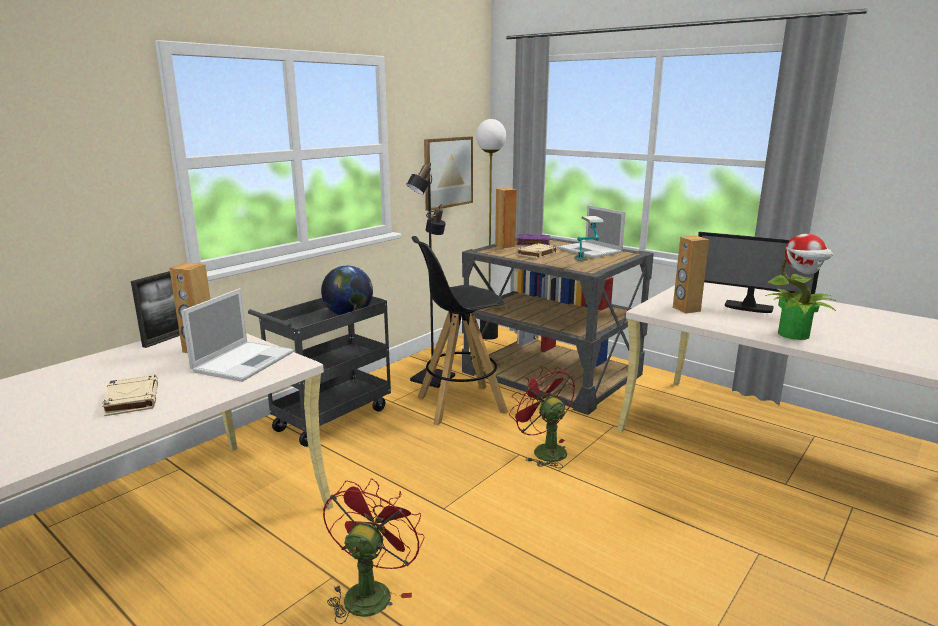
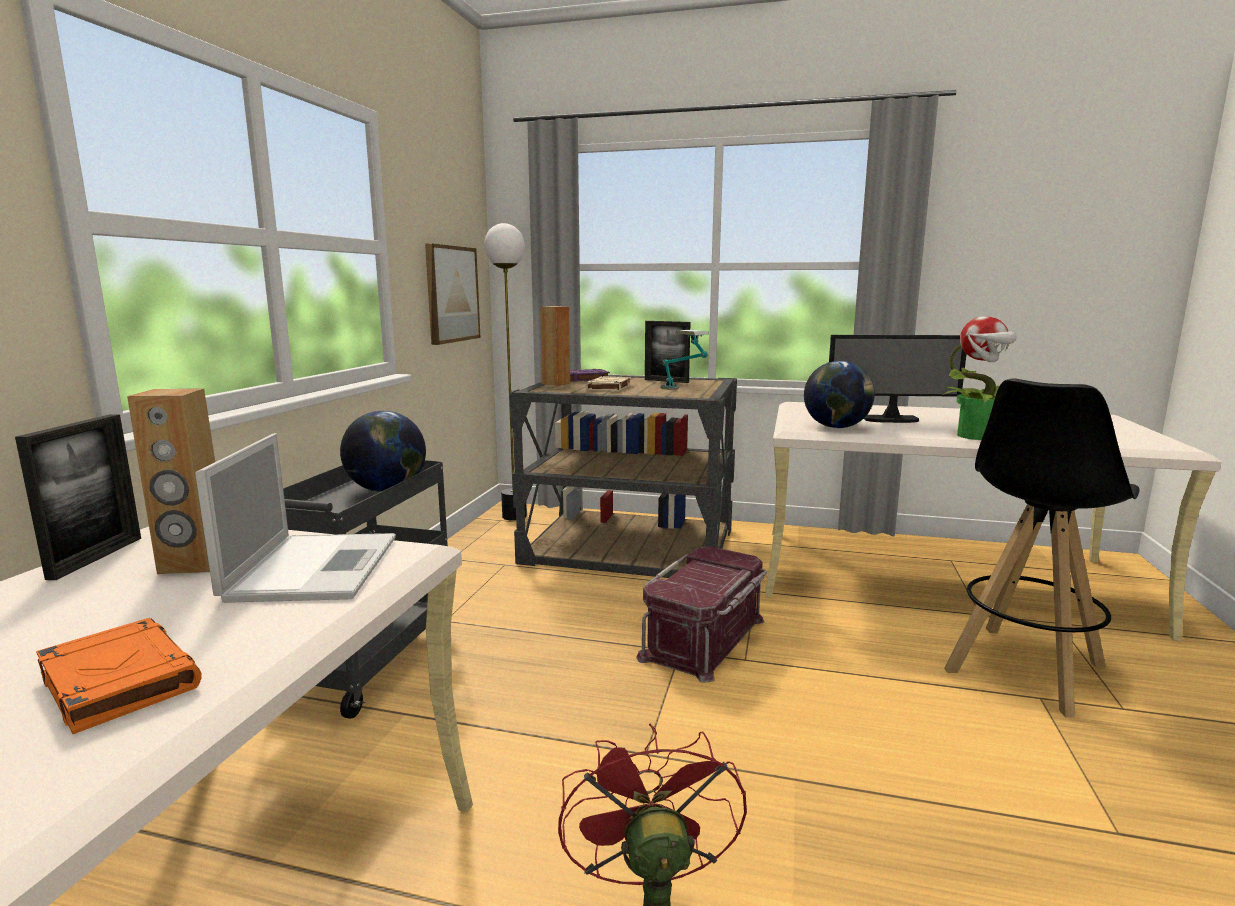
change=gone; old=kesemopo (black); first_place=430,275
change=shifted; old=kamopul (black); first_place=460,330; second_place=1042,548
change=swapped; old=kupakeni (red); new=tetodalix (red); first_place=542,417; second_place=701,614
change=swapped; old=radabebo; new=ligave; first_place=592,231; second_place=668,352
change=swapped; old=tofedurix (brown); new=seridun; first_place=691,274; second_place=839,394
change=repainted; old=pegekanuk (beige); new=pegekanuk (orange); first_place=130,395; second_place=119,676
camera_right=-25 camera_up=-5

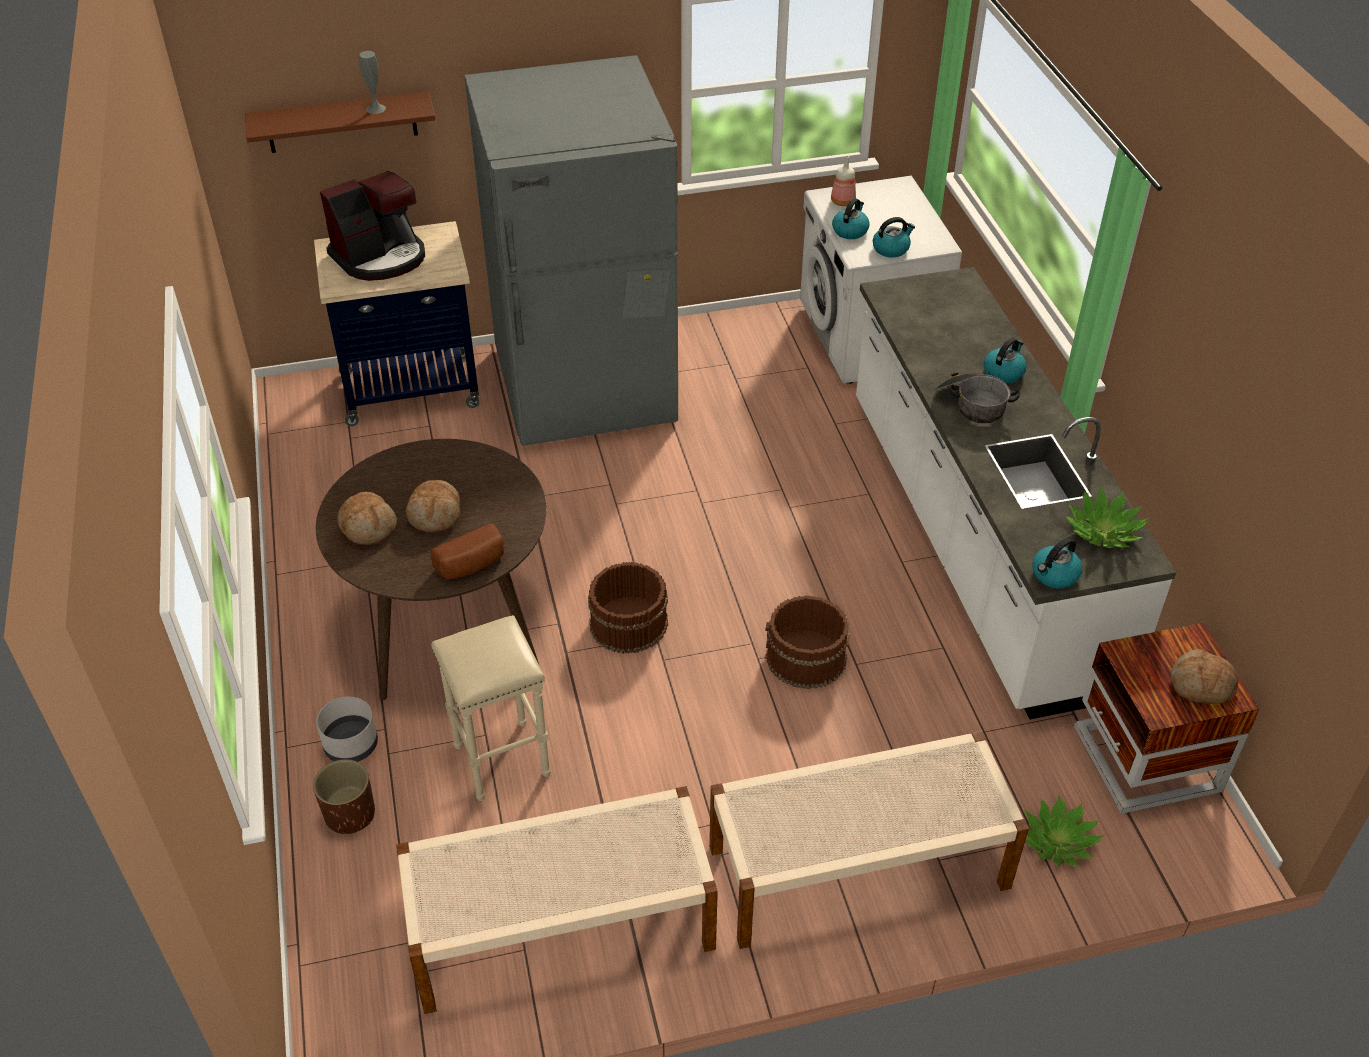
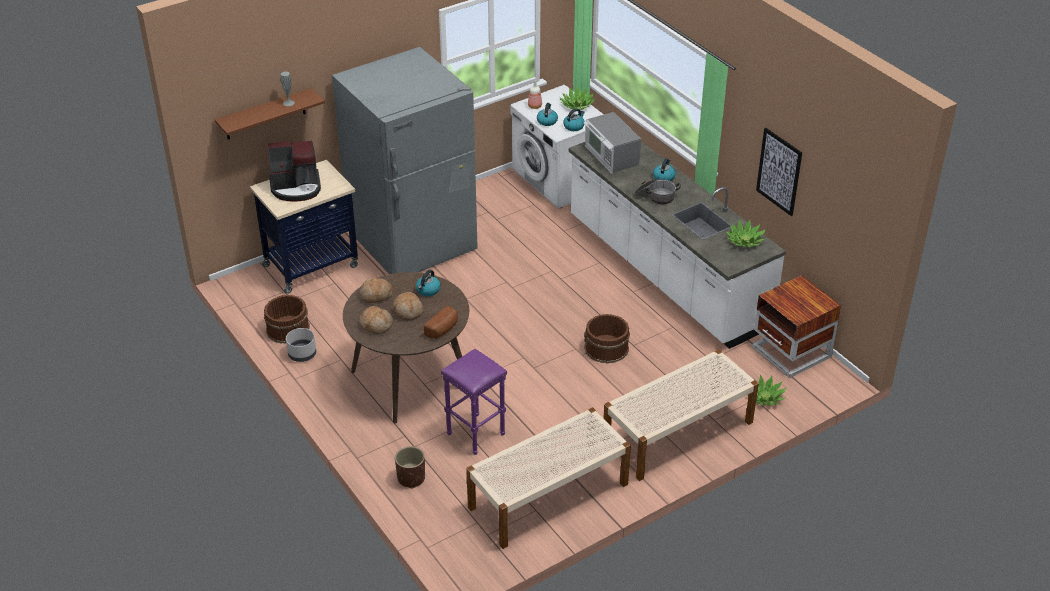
change=new; new=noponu; second_place=577,98
change=new; new=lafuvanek; second_place=612,143
change=new; new=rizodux; second_place=779,172
change=shifted; old=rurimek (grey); first_place=347,729; second_place=301,345
change=shifted; old=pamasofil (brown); first_place=628,608; second_place=287,319
change=shifted; old=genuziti; first_place=1057,563; second_place=428,283
change=shifted; old=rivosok; first_place=1205,676; second_place=376,290
change=repainted; old=kamopul (beige); new=kamopul (purple); first_place=491,708; second_place=474,402
change=rotated; old=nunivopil; first_place=372,226; second_place=294,171; degrees=45
camera_right=-20 camera_up=-5

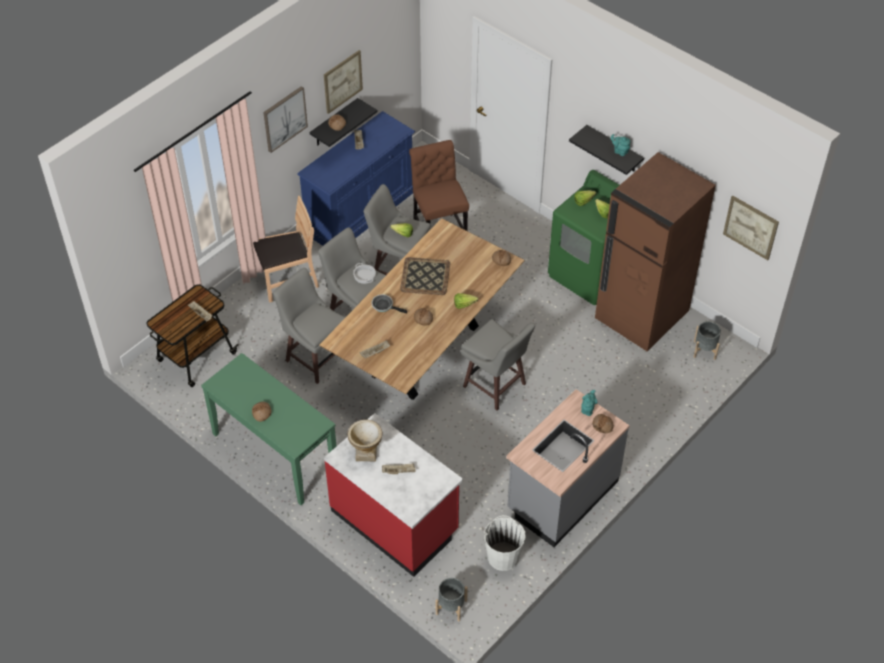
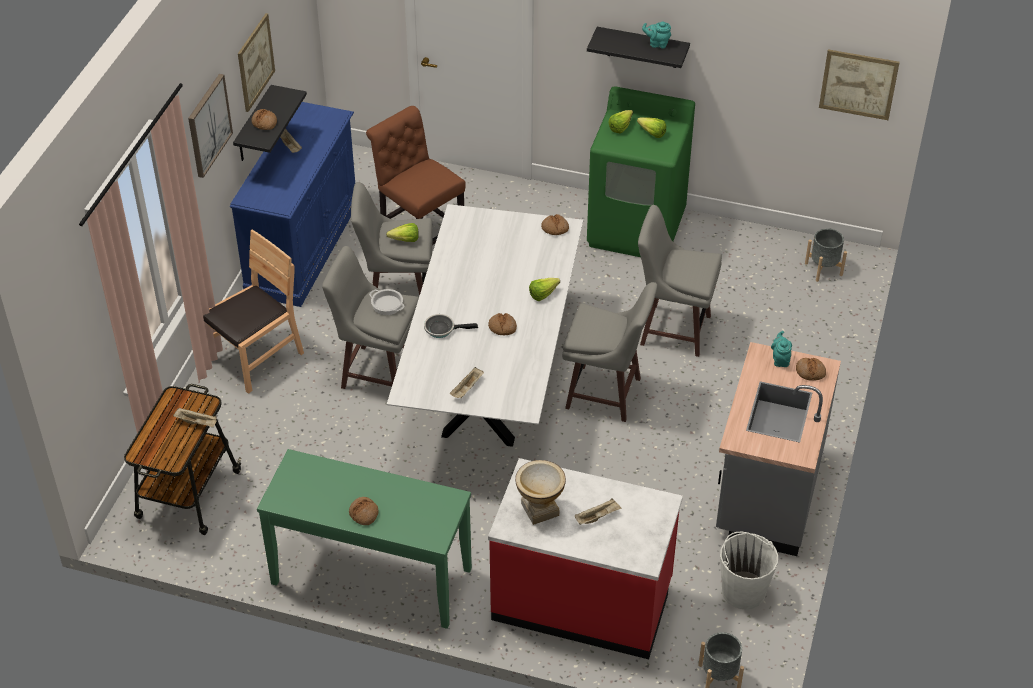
change=gone; old=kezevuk; first_place=425,276
change=gone; old=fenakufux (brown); first_place=655,251
change=shifted; old=kamopul (grey); first_place=309,326; second_place=680,281
change=repainted; old=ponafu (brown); new=ponafu (white); first_place=422,309; second_place=485,325
camera_right=-25 camera_up=-5

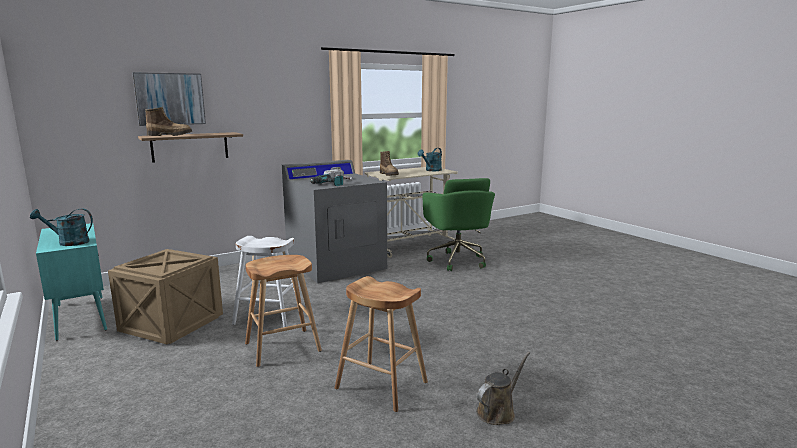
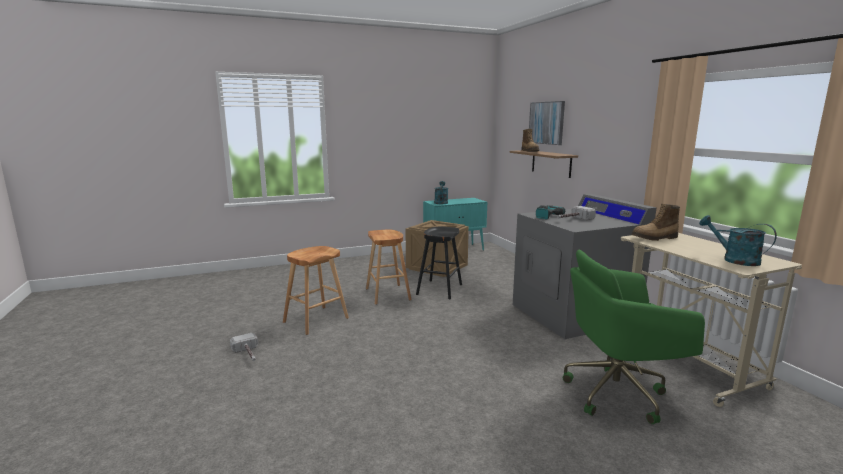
change=swapped; old=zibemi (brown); new=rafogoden; first_place=503,388; second_place=244,347
change=repainted; old=kamopul (white); new=kamopul (black); first_place=263,281; second_place=439,263
camera_right=100 camera_up=0

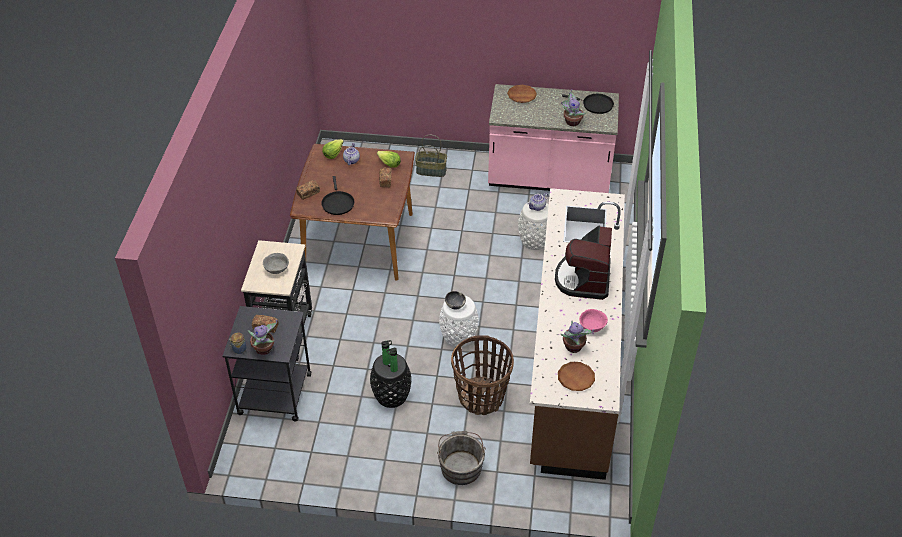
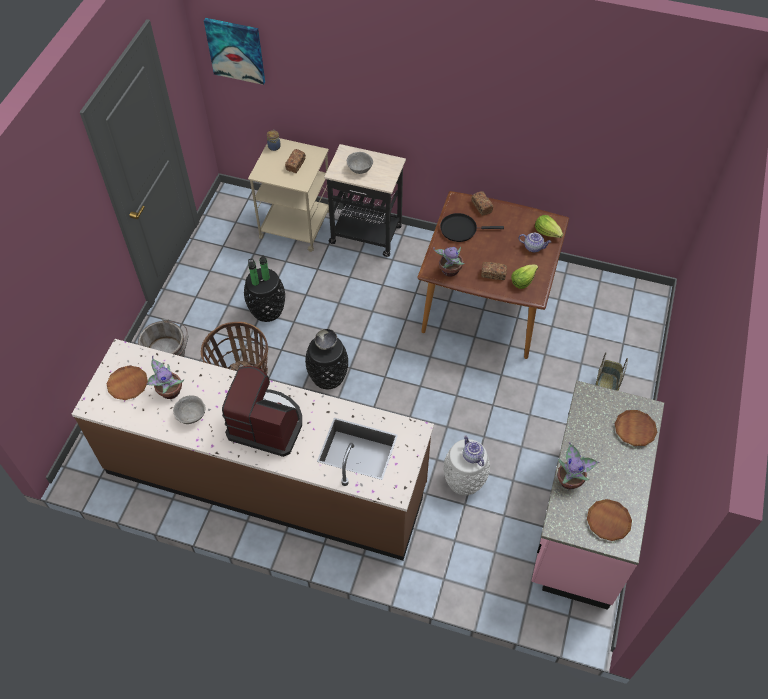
change=new; new=rizodux; second_place=234,51
change=shifted; old=noponu; first_place=262,337; second_place=449,262
change=swapped; old=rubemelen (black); new=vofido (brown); first_place=588,104; second_place=609,520
change=repainted; old=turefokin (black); new=turefokin (beige); first_place=267,364; second_place=288,195
change=repainted; old=kamopul (white); new=kamopul (black); first_place=459,322; second_place=326,363
change=repainted; old=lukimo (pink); new=lukimo (grey); first_place=593,320; second_place=189,409
camera_right=100 camera_up=10

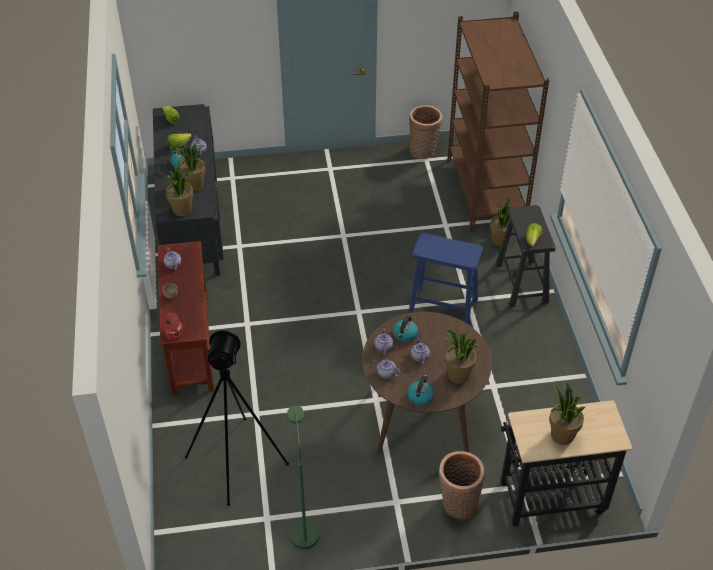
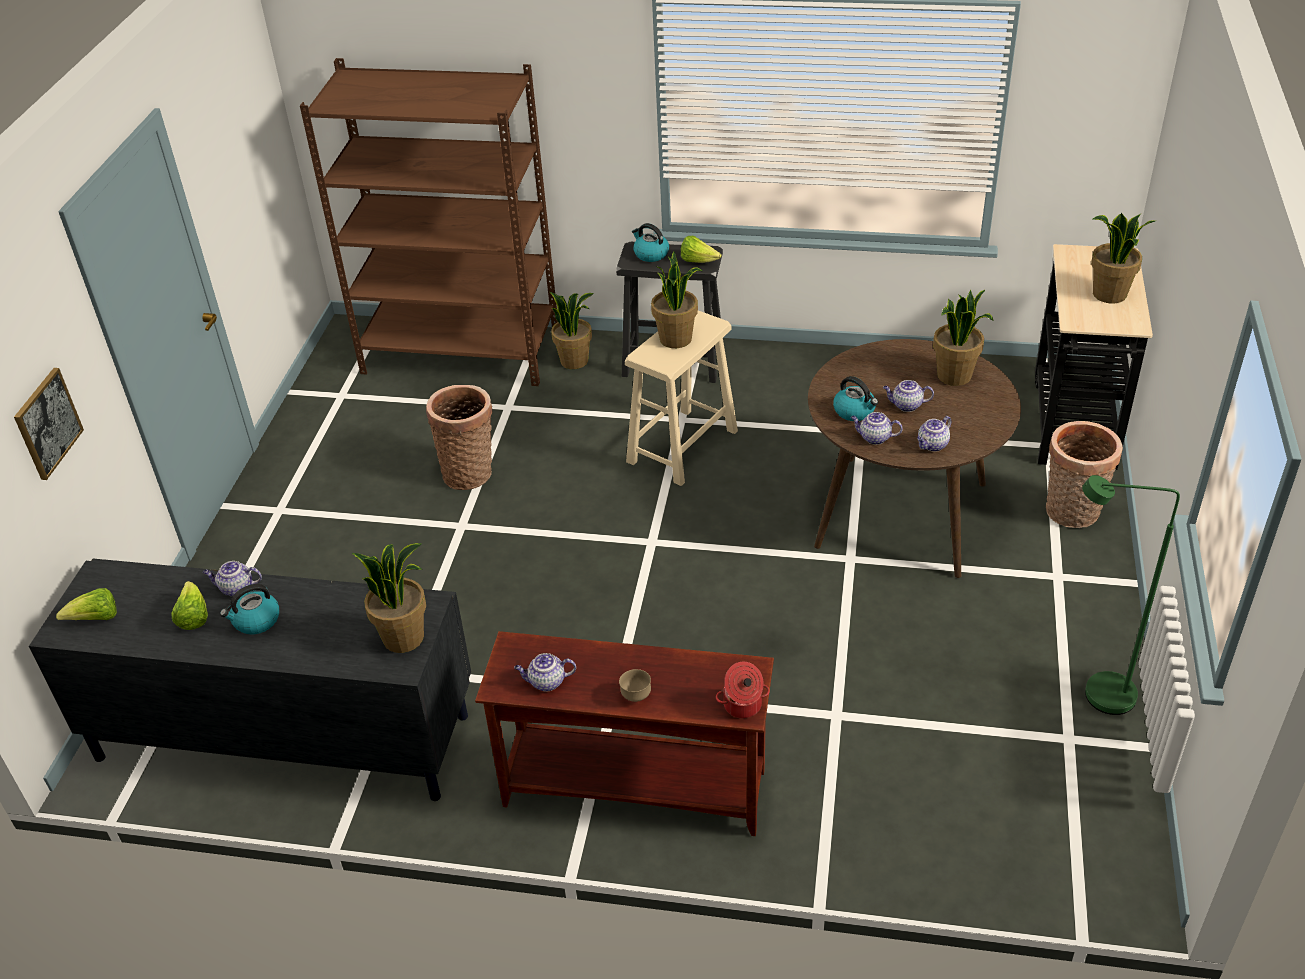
change=gone; old=kesemopo (black); first_place=237,418
change=new; new=rizodux; second_place=49,424
change=shifted; old=noponu; first_place=188,167; second_place=676,300
change=shifted; old=genuziti; first_place=420,390; second_place=650,242
change=shifted; old=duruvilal; first_place=425,132; second_place=459,437
change=repainted; old=kamopul (blue); new=kamopul (beige); first_place=446,279; second_place=681,398
camera_right=-70 camera_up=-5

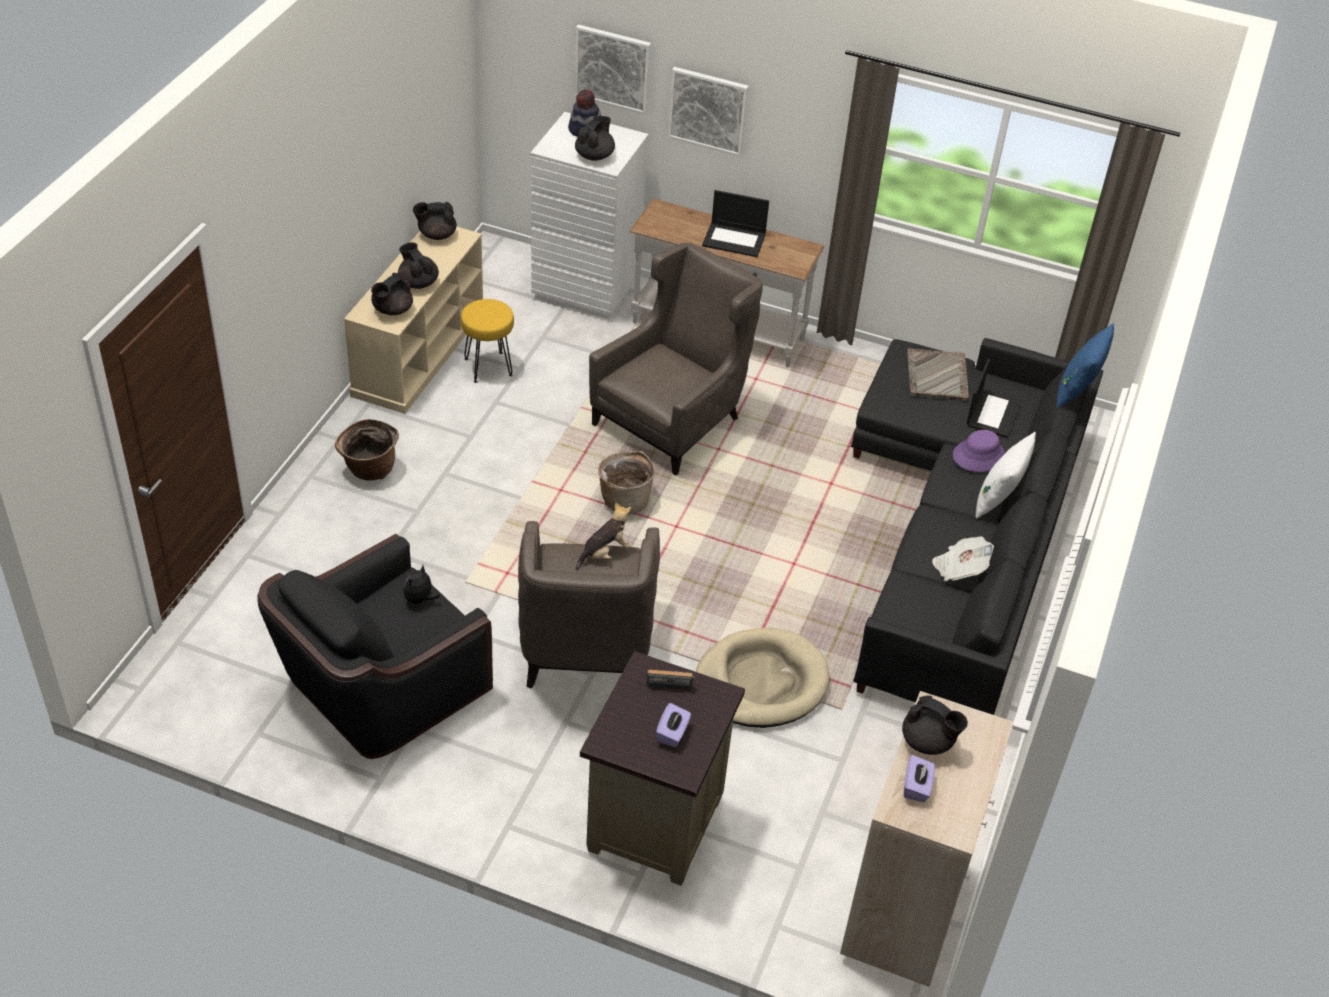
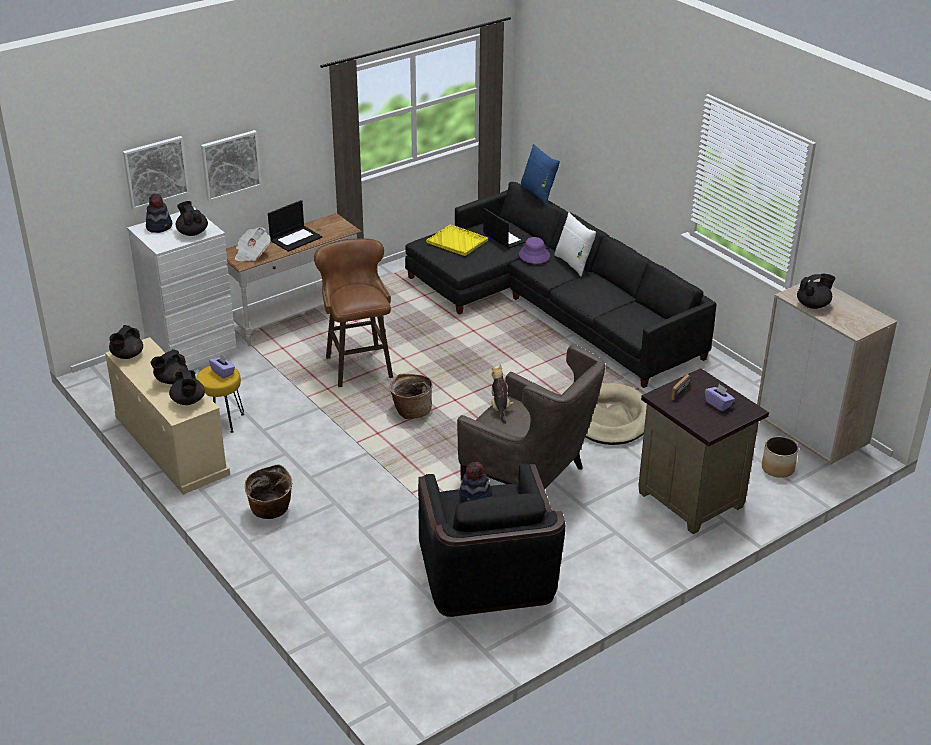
change=new; new=rurimek; second_place=780,457
change=shifted; old=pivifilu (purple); first_place=919,778; second_place=222,366
change=shifted; old=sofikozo; first_place=963,558; second_place=253,244
change=swapped; old=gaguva; new=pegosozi; first_place=421,585; second_place=475,482
change=swapped; old=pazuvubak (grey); new=kamopul (brown); first_place=676,359; second_place=353,312
change=repainted; old=kezevuk (grey); new=kezevuk (yellow); first_place=938,374; second_place=457,240
change=rotated; old=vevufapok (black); first_place=418,265; second_place=169,366; degrees=-45
camera_right=-55 camera_up=-10

